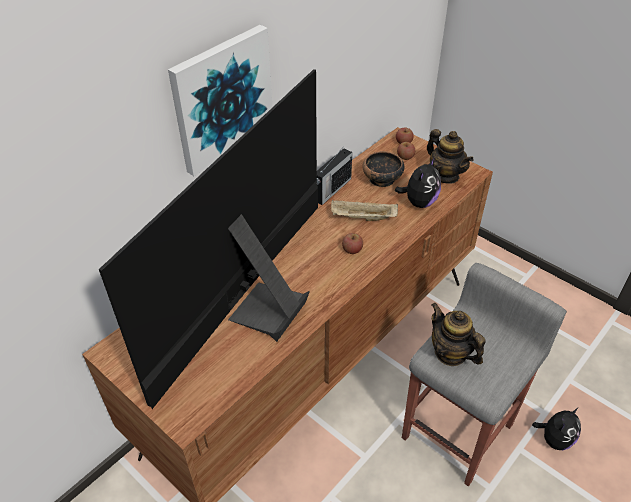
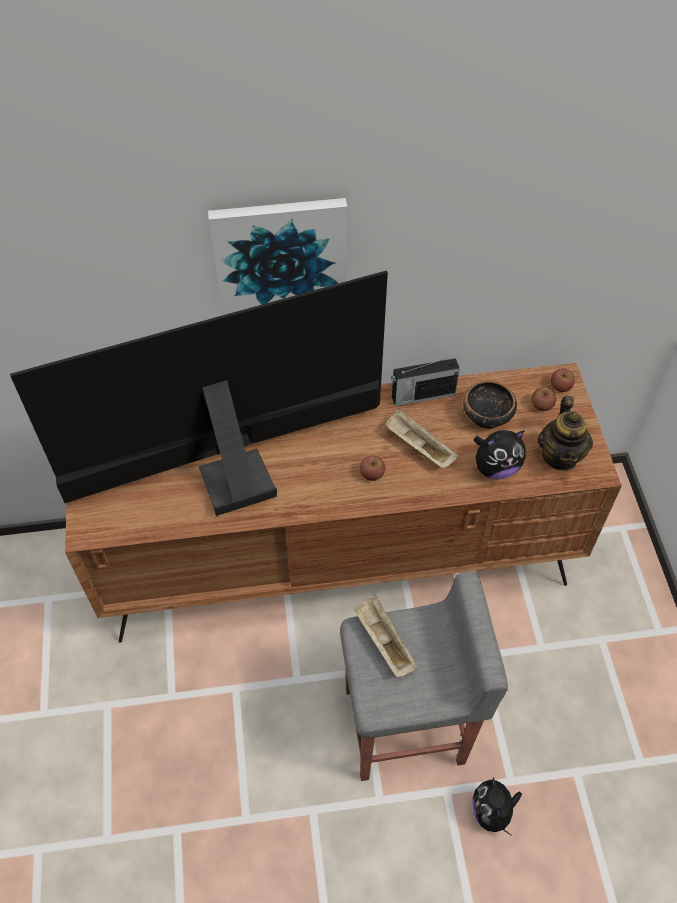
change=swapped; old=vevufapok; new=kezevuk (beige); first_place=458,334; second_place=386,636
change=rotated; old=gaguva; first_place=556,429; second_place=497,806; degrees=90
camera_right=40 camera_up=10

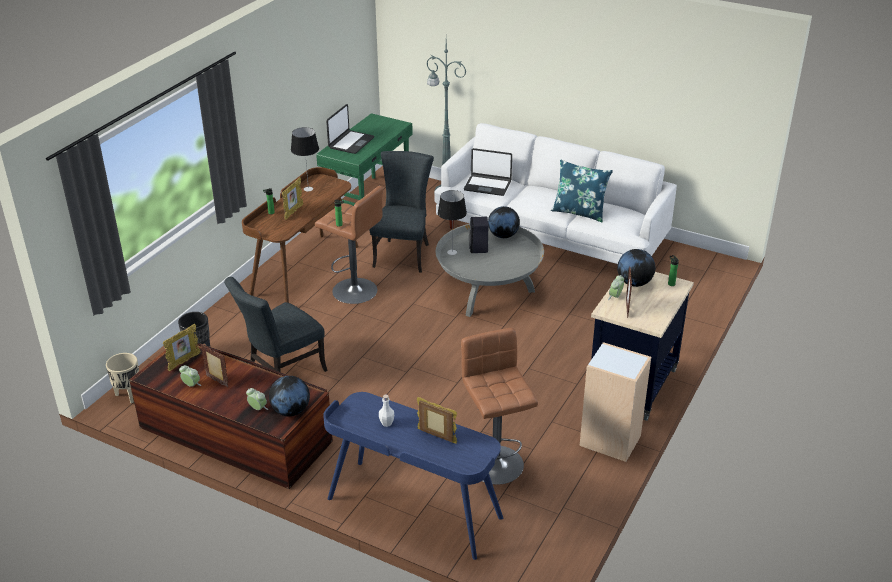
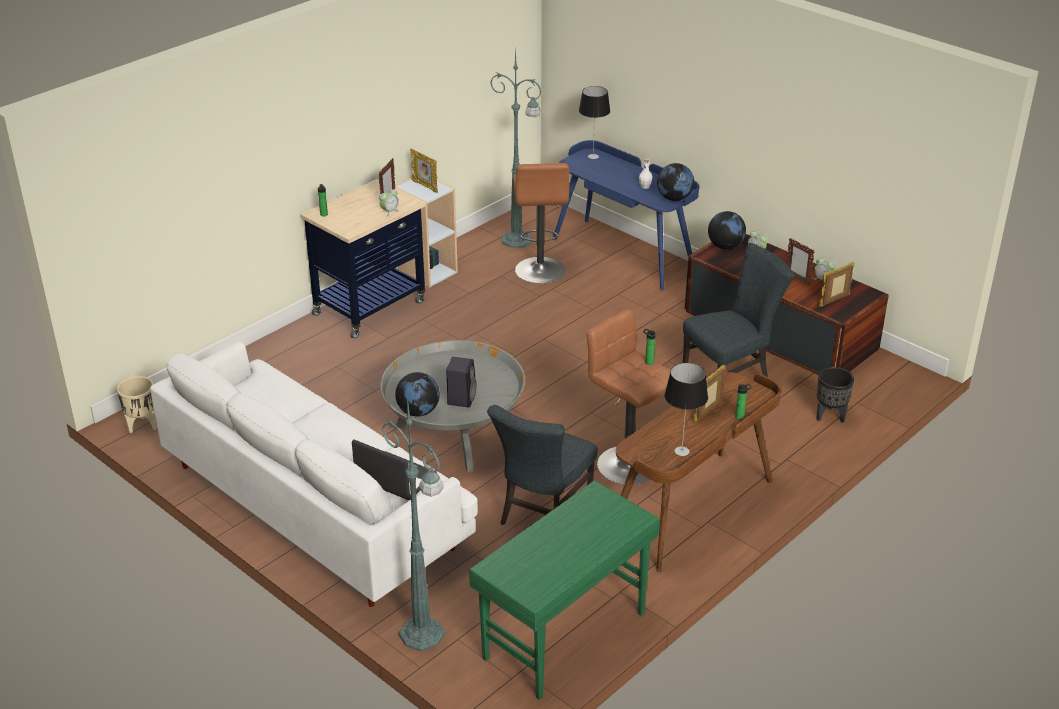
change=gone; old=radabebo; first_place=350,129
change=gone; old=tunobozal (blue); first_place=582,191
change=new; new=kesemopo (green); second_place=516,146
change=shifted; old=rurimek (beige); first_place=122,378; second_place=137,404
change=shifted; old=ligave; first_place=437,420; second_place=424,171
change=shifted; old=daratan; first_place=452,222; second_place=594,122
change=shifted; old=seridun; first_place=636,268; second_place=675,182
camera_right=-165 camera_up=0

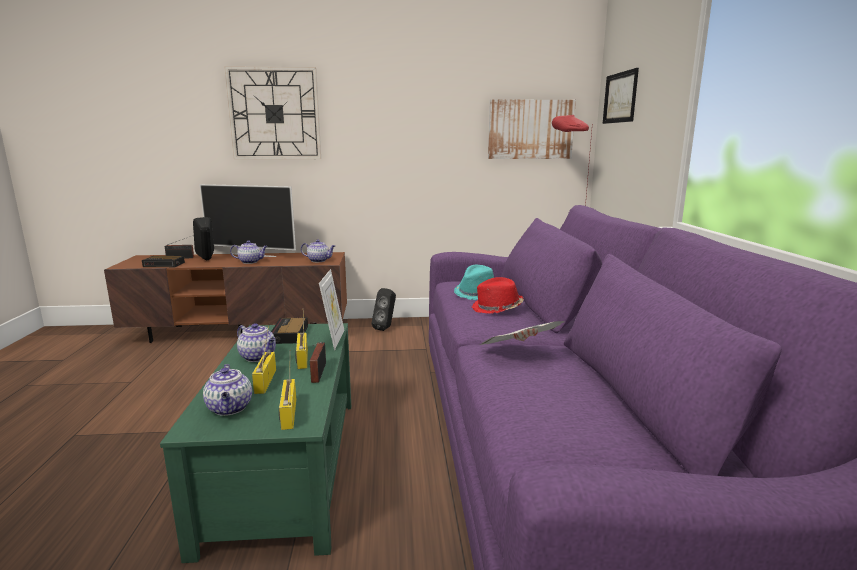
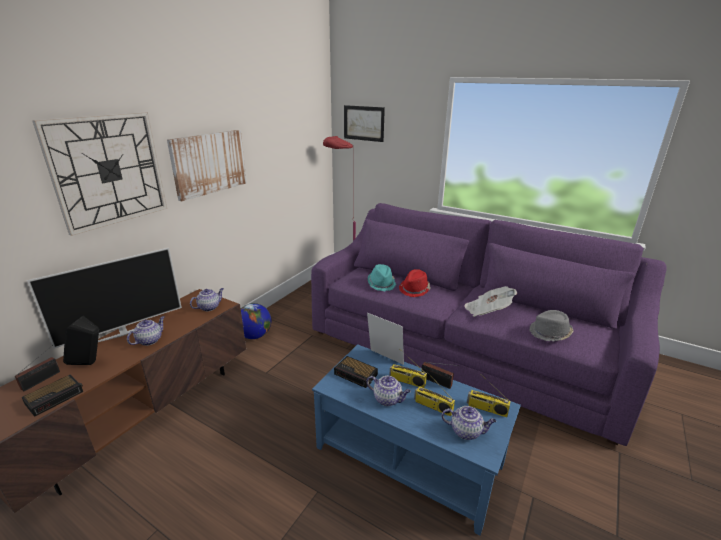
change=new; new=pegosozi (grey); second_place=551,326
change=shifted; old=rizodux; first_place=532,129; second_place=207,165
change=swapped; old=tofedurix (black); new=seridun; first_place=384,309; second_place=256,321
change=repainted; old=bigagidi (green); new=bigagidi (blue); first_place=255,443; second_place=416,439
change=rotated; old=vevufapok; first_place=256,342; second_place=388,391; degrees=45
camera_right=-55 camera_up=10

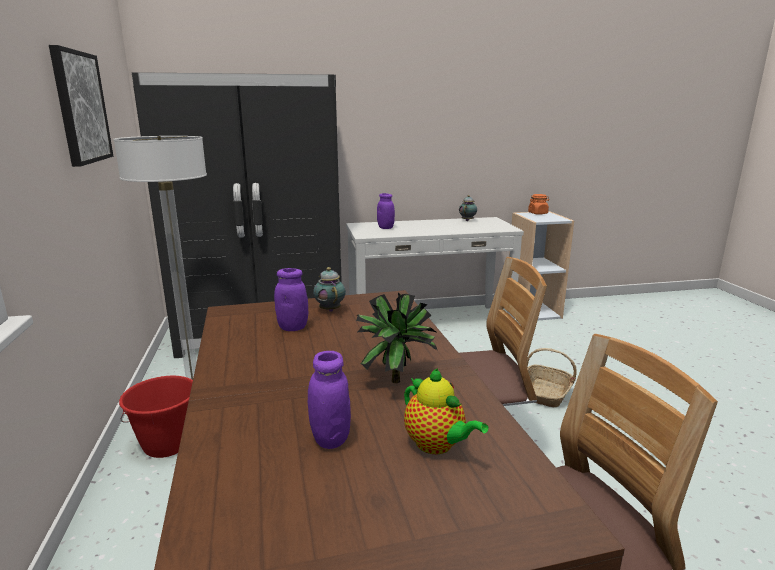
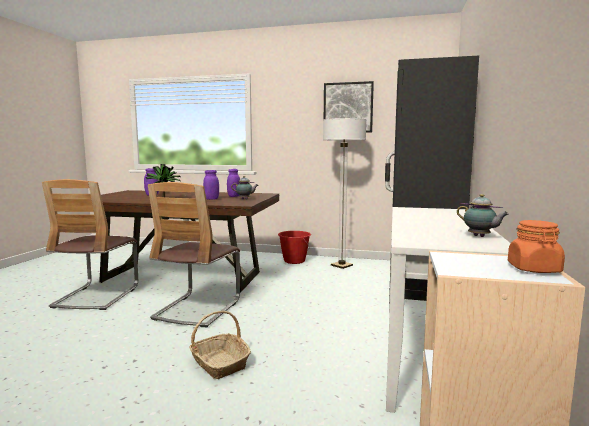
change=gone; old=vevufapok; first_place=446,411
change=shifted; old=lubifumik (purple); first_place=386,211; second_place=211,185
camera_right=115 camera_up=-10

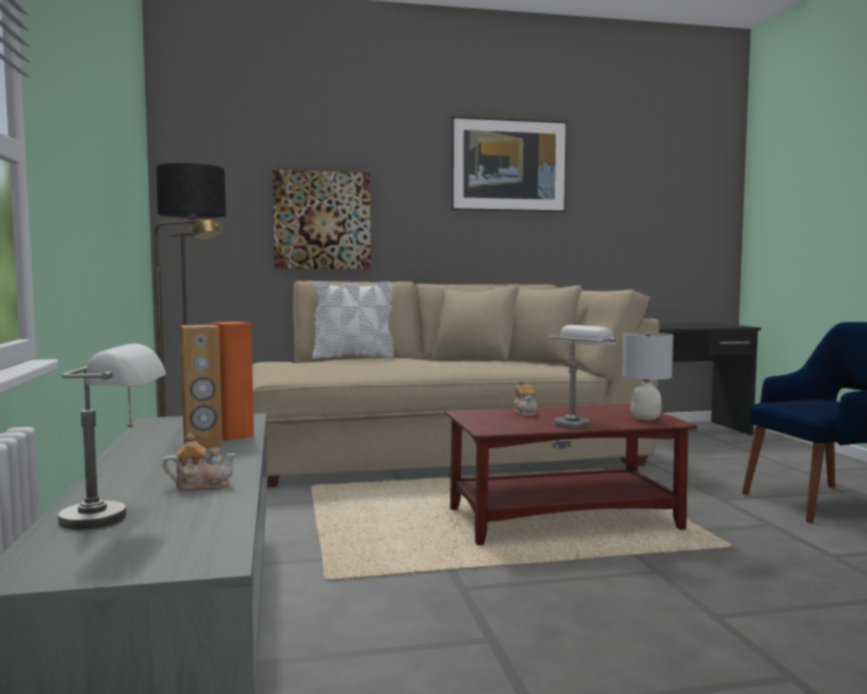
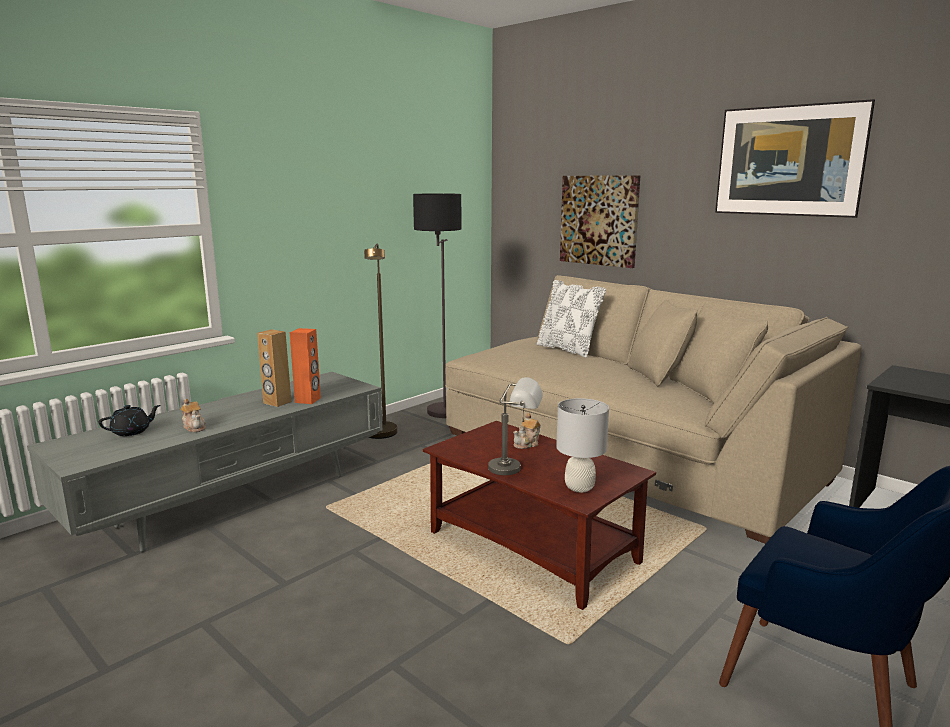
change=swapped; old=daratan (grey); new=vevufapok (black); first_place=112,437; second_place=129,420
camera_right=55 camera_up=10

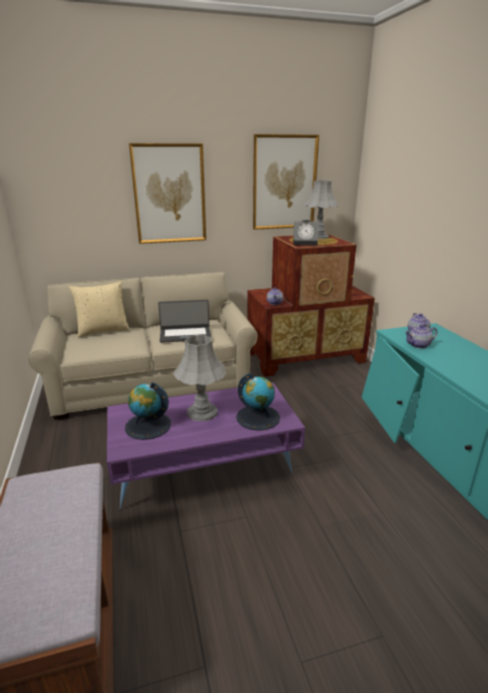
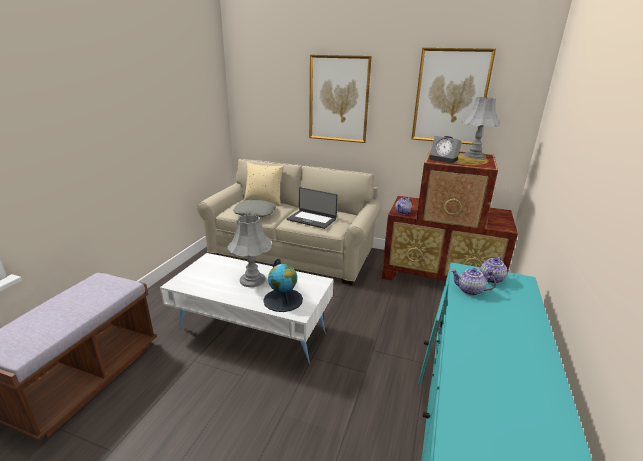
change=gone; old=seridun; first_place=148,411
change=new; new=tunobozal (grey); second_place=254,208
change=repainted; old=bigagidi (purple); new=bigagidi (white); first_place=206,445; second_place=246,308
camera_right=35 camera_up=0

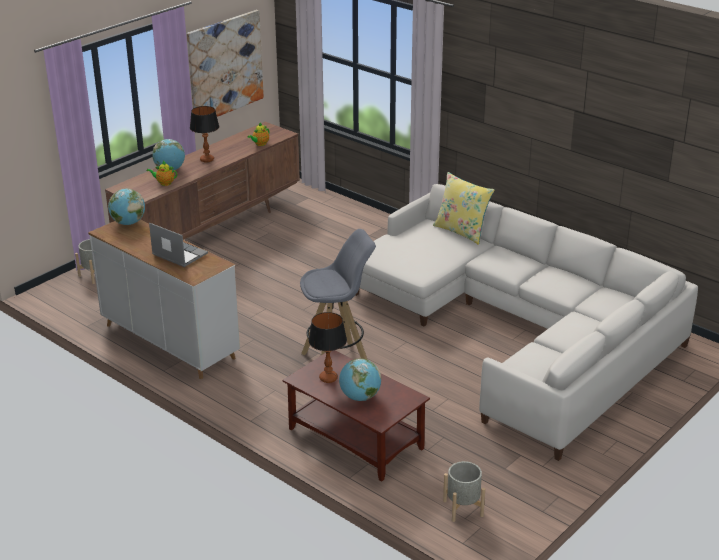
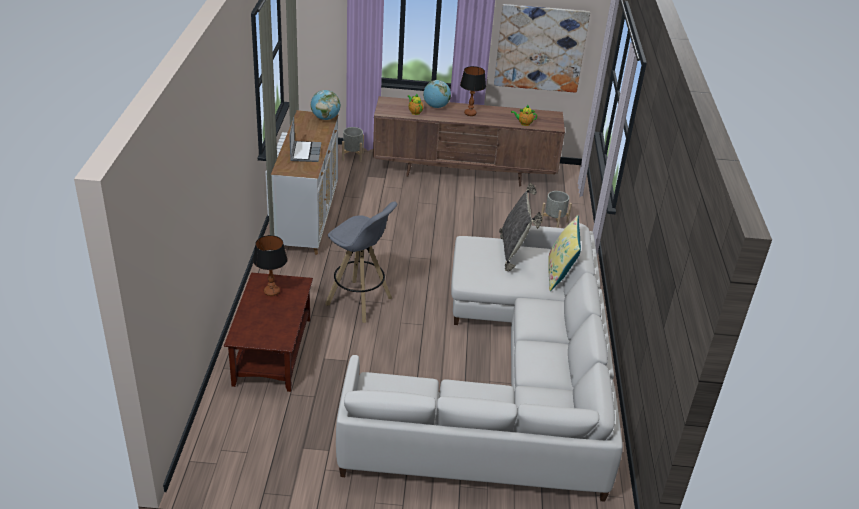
change=gone; old=seridun; first_place=360,379
change=new; new=tunobozal; second_place=520,227
change=shifted; old=rurimek (grey); first_place=464,491; second_place=556,209
camera_right=50 camera_up=5

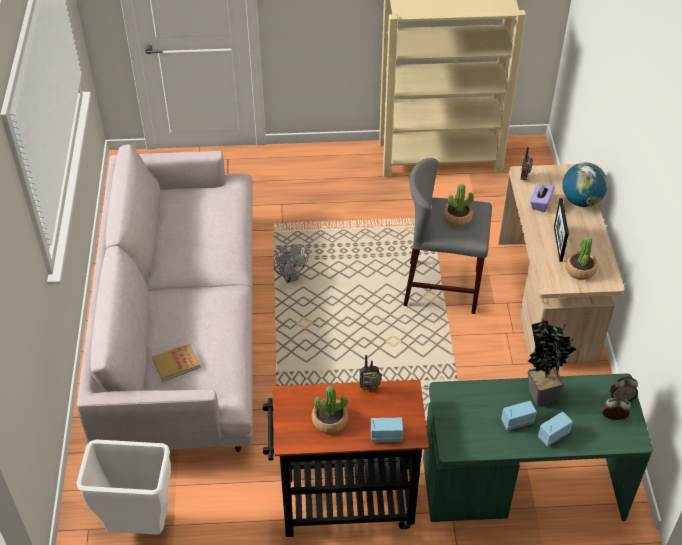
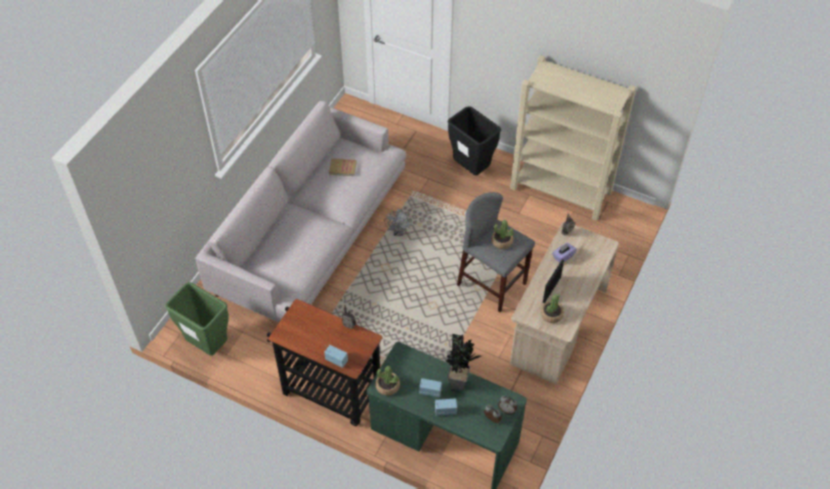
change=gone; old=seridun; first_place=585,184
change=new; new=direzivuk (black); second_place=474,140
change=shifted; old=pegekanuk; first_place=176,362; second_place=343,167
change=shifted; old=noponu; first_place=330,410; second_place=387,381
change=repainted; old=direzivuk (white); new=direzivuk (green); first_place=124,487; second_place=197,319
camera_right=30 camera_up=5

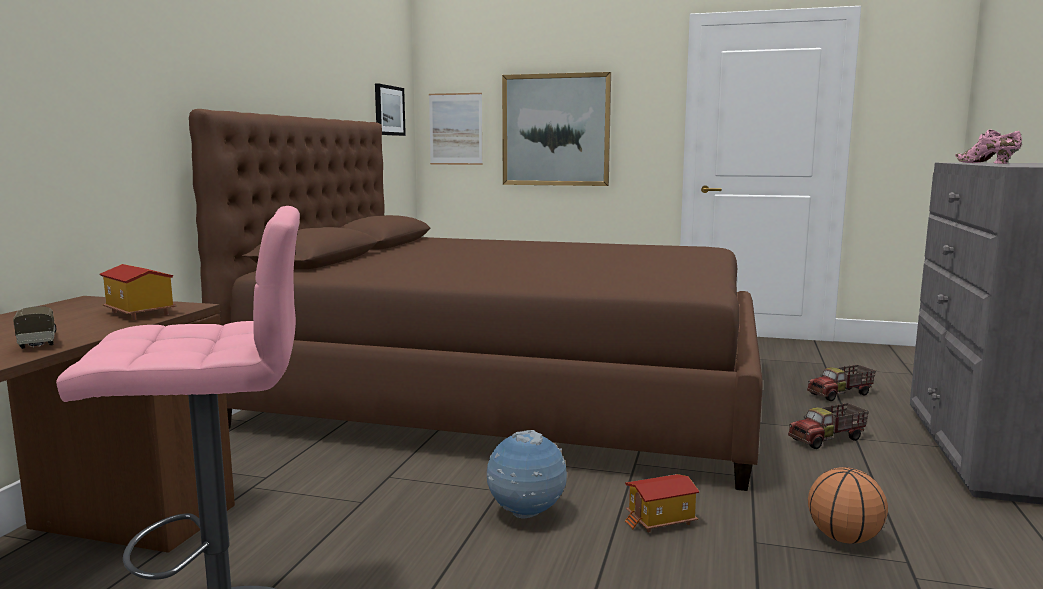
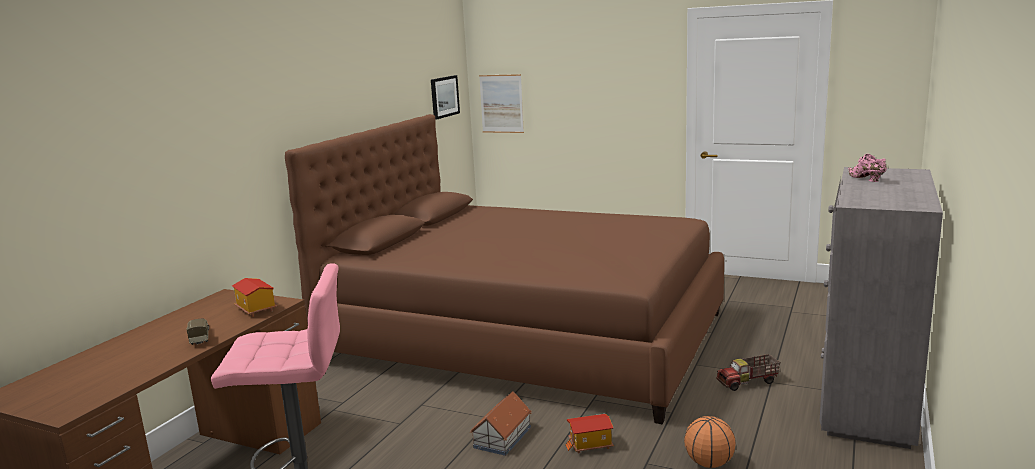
change=gone; old=rizodux; first_place=556,129
change=gone; old=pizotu; first_place=841,383
change=swapped; old=seridun; new=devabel; first_place=527,474; second_place=501,423
camera_right=10 camera_up=5

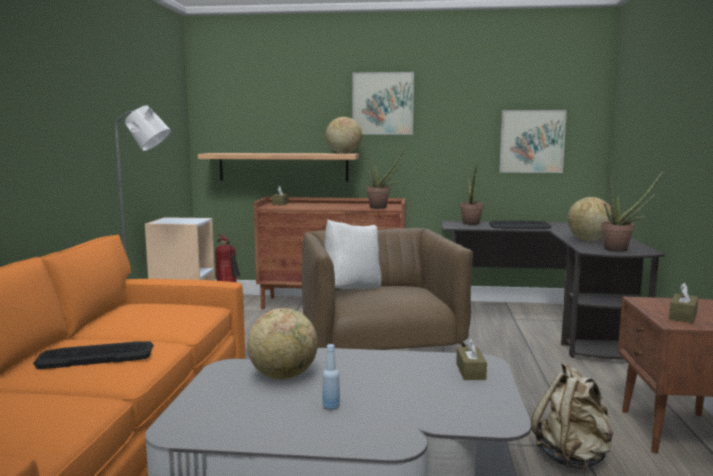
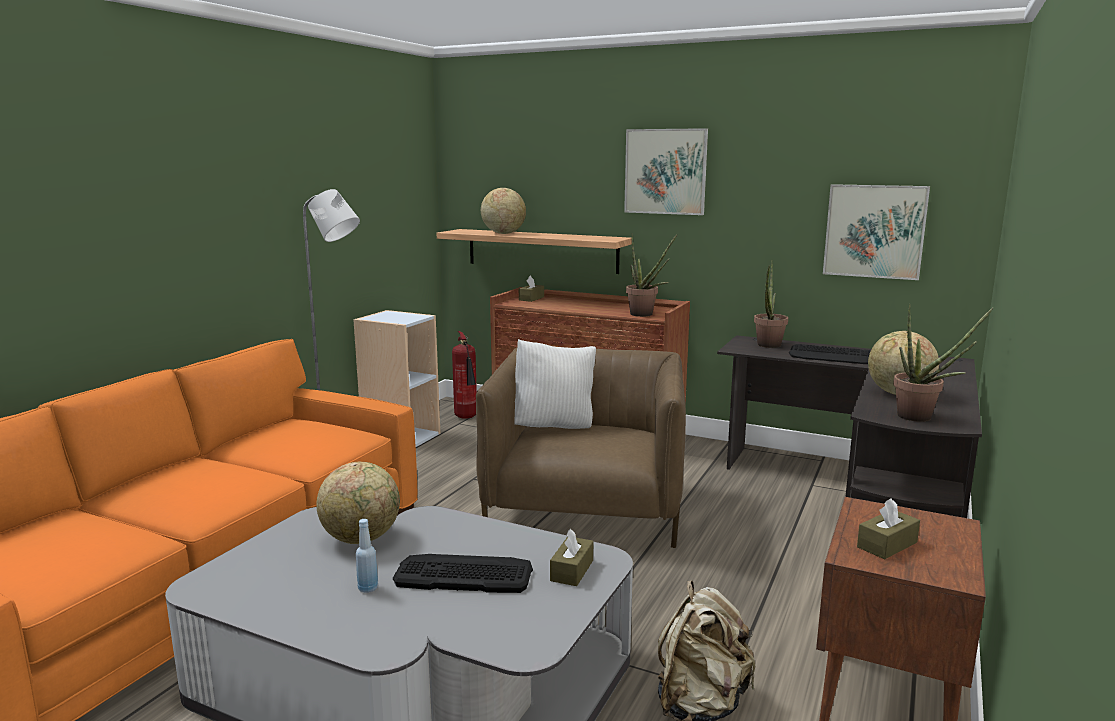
change=shifted; old=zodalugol; first_place=93,355; second_place=463,573
change=shifted; old=seridun; first_place=344,135; second_place=503,211
camera_right=20 camera_up=5

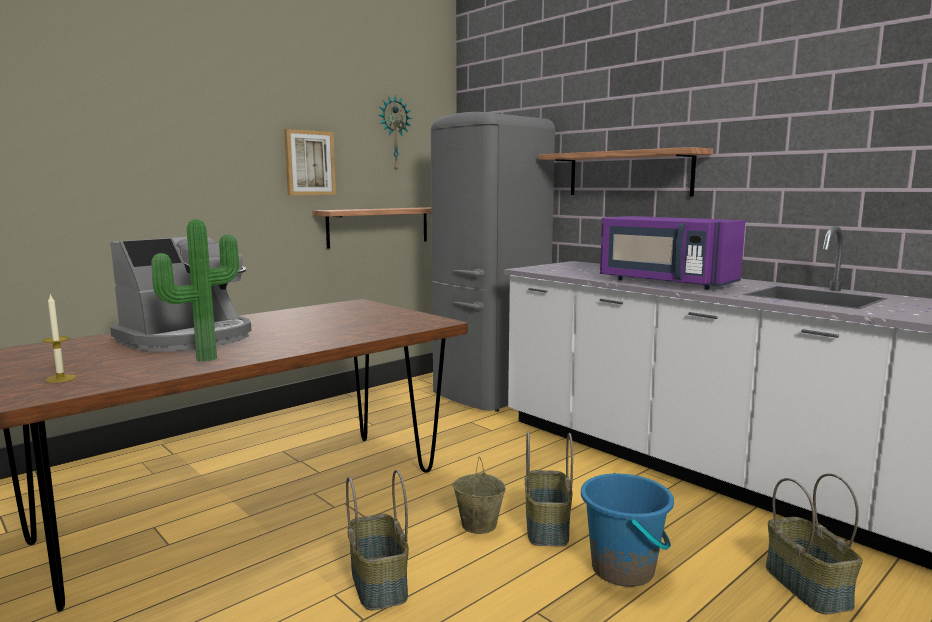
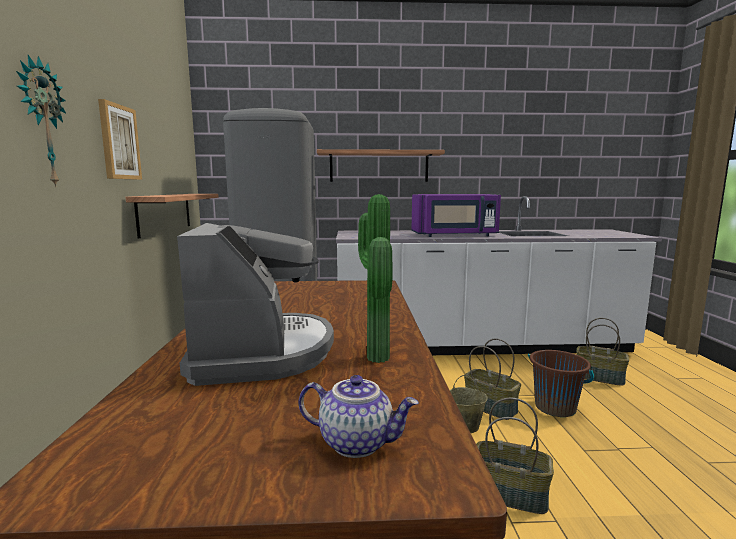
change=shifted; old=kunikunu; first_place=395,133; second_place=41,121
change=swapped; old=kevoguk; new=vevufapok; first_place=59,338; second_place=359,416
change=repainted; old=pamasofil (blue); new=pamasofil (brown); first_place=627,530; second_place=561,383
camera_right=-50 camera_up=0

